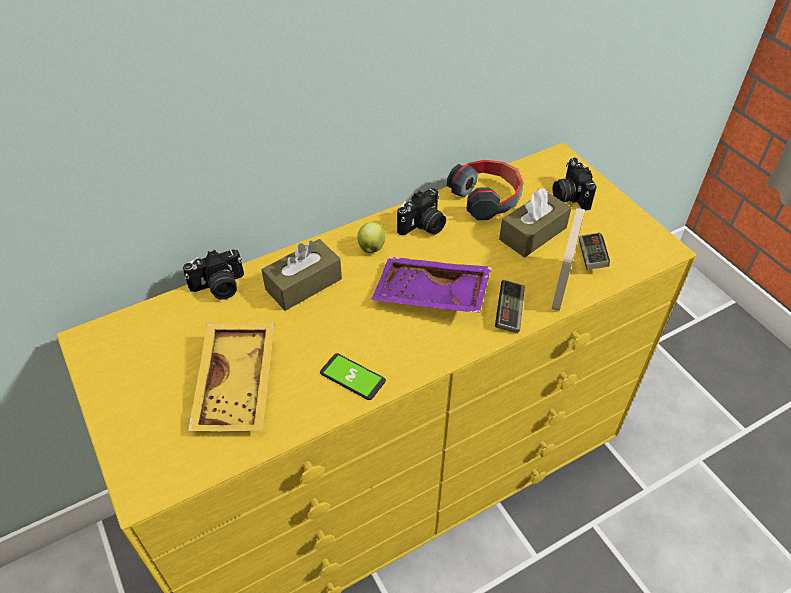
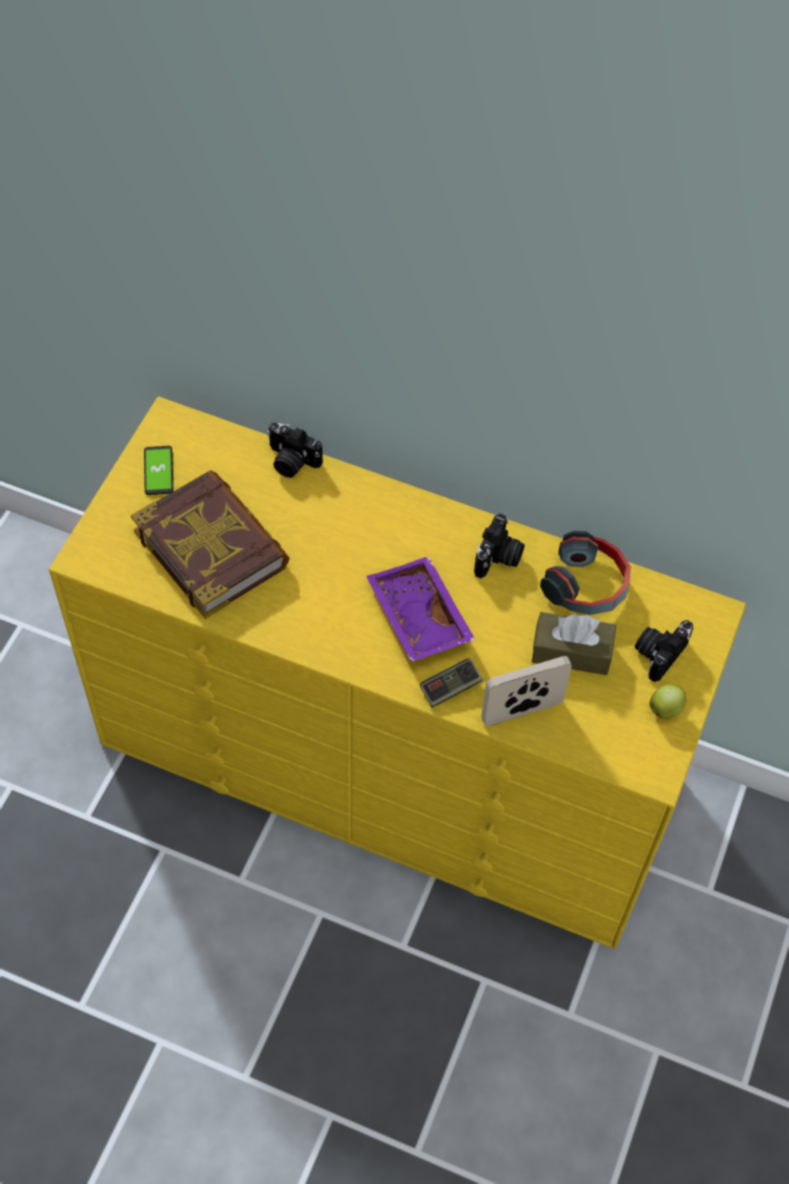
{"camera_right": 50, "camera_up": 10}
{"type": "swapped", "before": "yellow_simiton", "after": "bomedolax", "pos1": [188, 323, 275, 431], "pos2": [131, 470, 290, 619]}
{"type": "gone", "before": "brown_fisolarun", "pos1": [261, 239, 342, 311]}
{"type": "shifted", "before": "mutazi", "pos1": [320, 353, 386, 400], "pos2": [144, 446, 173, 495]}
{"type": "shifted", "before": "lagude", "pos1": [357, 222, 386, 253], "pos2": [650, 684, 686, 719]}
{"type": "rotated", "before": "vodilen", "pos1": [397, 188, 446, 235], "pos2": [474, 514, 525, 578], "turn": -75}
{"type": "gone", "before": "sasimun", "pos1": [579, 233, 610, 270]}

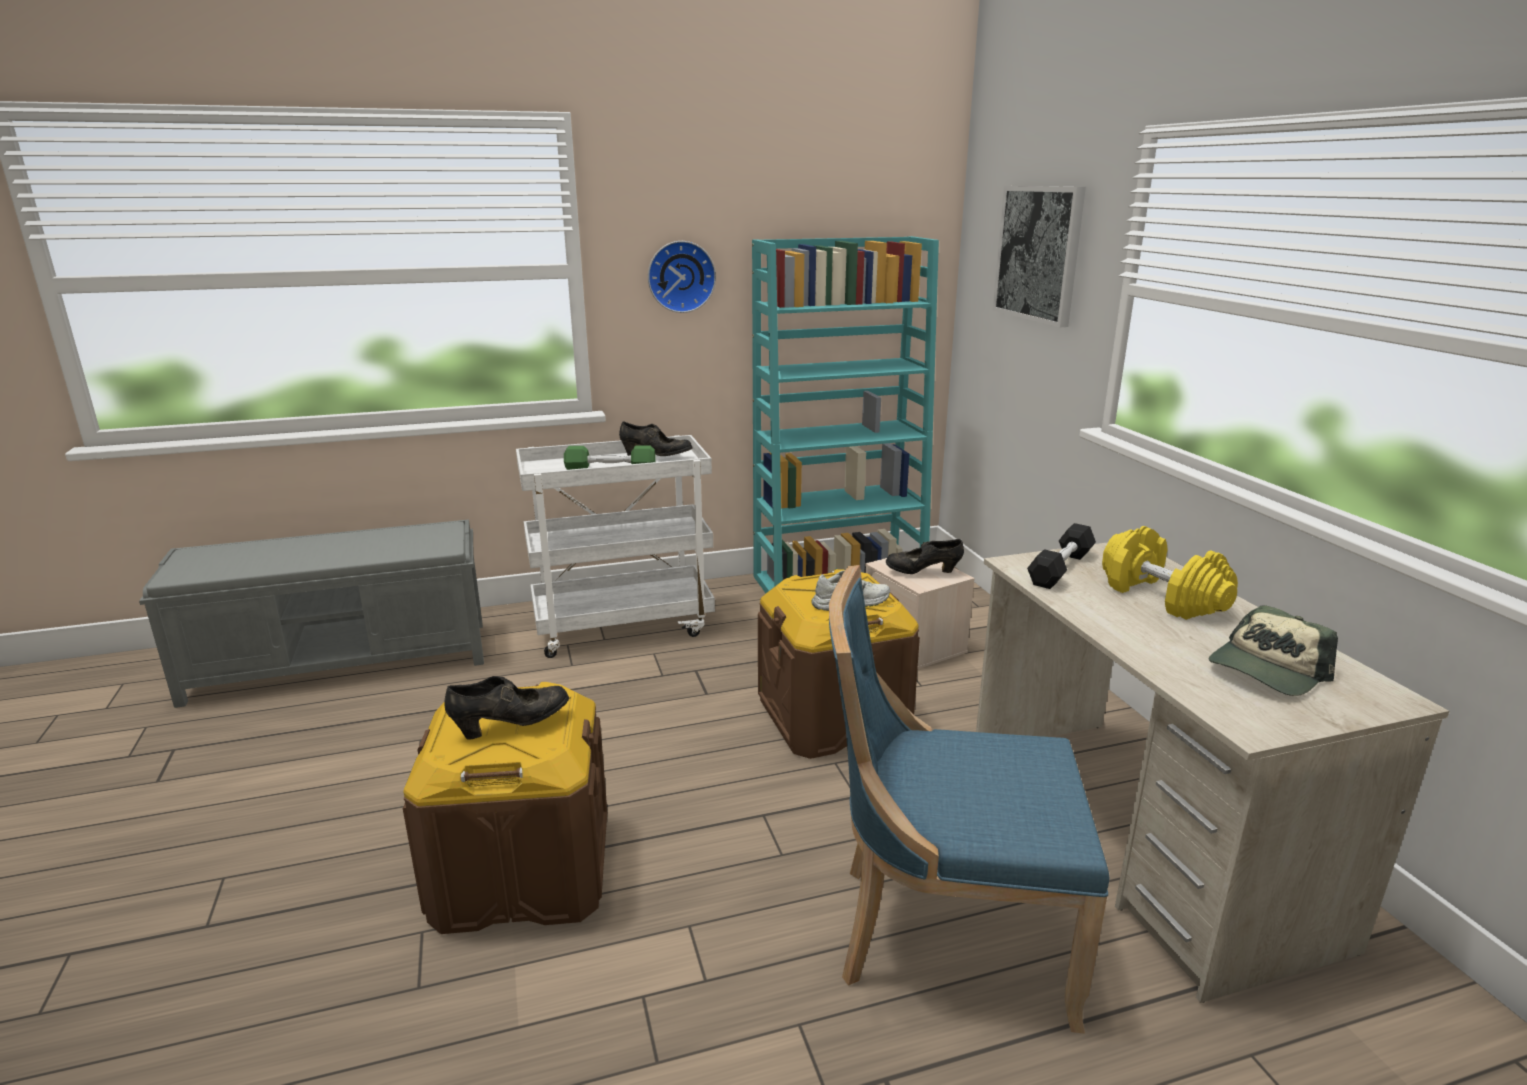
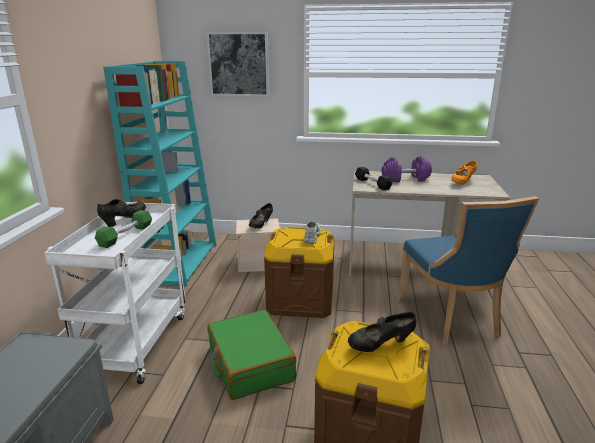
{"camera_right": -65, "camera_up": 0}
{"type": "rotated", "before": "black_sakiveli", "pos1": [444, 676, 569, 740], "pos2": [348, 312, 416, 352], "turn": -105}
{"type": "gone", "before": "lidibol", "pos1": [648, 241, 716, 313]}
{"type": "rotated", "before": "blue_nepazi", "pos1": [829, 565, 1109, 1034], "pos2": [398, 196, 539, 344], "turn": -45}
{"type": "repainted", "before": "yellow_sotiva", "after": "purple_sotiva", "pos1": [1102, 526, 1238, 620], "pos2": [382, 156, 432, 183]}
{"type": "swapped", "before": "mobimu", "after": "orange_sakiveli", "pos1": [1209, 605, 1338, 696], "pos2": [451, 161, 477, 184]}
{"type": "new", "after": "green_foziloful", "pos2": [207, 310, 296, 400]}

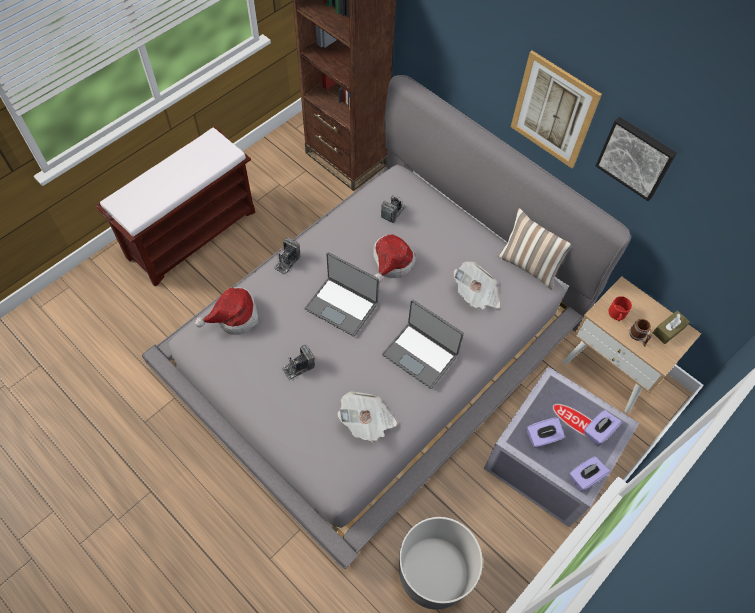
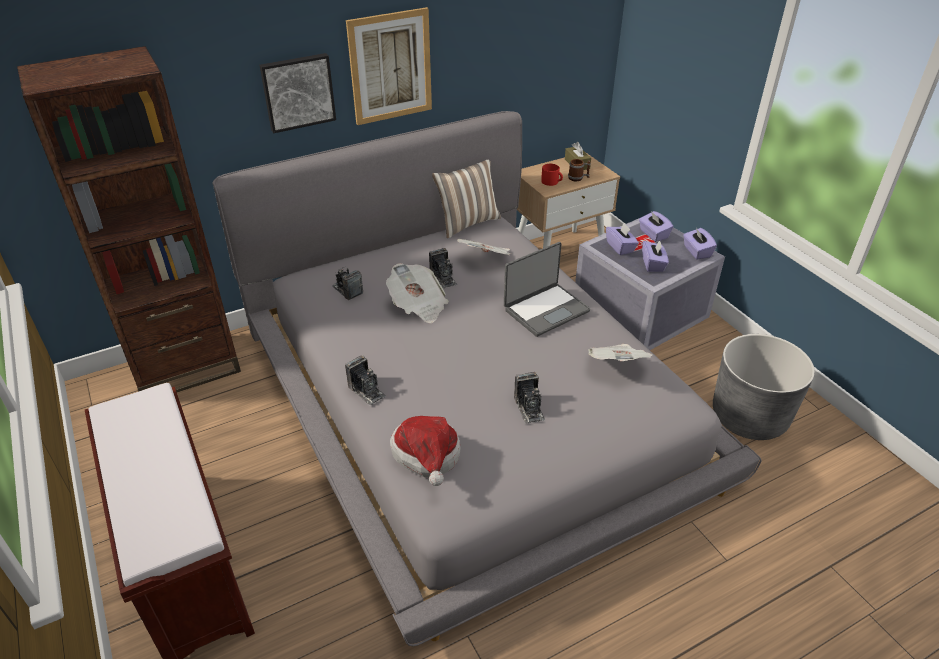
{"camera_right": -70, "camera_up": -20}
{"type": "gone", "before": "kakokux", "pos1": [304, 252, 379, 337]}
{"type": "swapped", "before": "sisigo", "after": "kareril", "pos1": [373, 235, 416, 283], "pos2": [386, 263, 449, 323]}
{"type": "shifted", "before": "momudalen", "pos1": [596, 117, 677, 201], "pos2": [260, 53, 336, 133]}
{"type": "new", "after": "vodilen", "pos2": [429, 248, 457, 288]}
{"type": "new", "after": "purple_fisolarun", "pos2": [606, 223, 639, 255]}

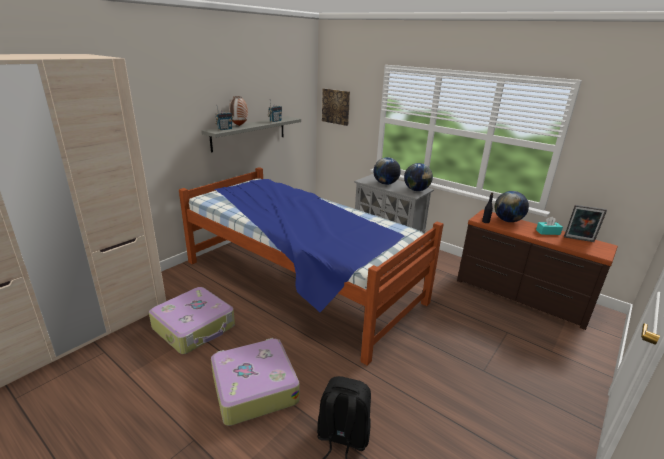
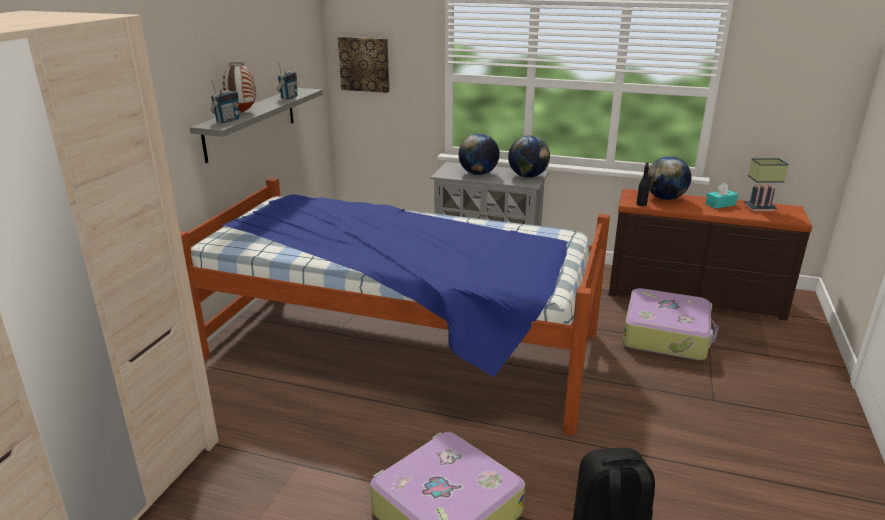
{"camera_right": -20, "camera_up": 0}
{"type": "shifted", "before": "foziloful", "pos1": [149, 287, 235, 354], "pos2": [623, 288, 719, 360]}
{"type": "swapped", "before": "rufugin", "after": "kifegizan", "pos1": [564, 205, 607, 242], "pos2": [744, 158, 789, 211]}

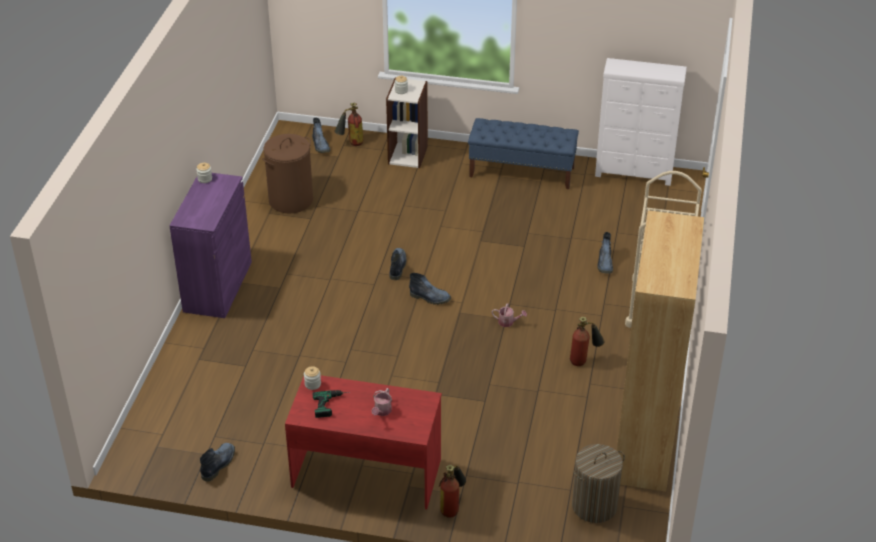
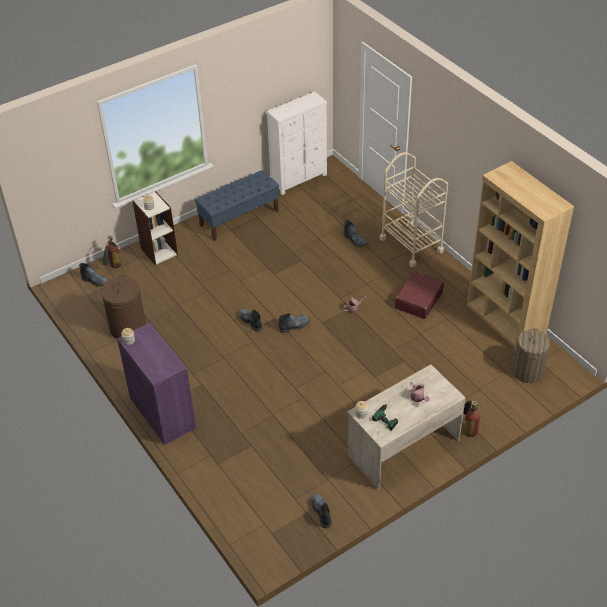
{"camera_right": -45, "camera_up": 5}
{"type": "repainted", "before": "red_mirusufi", "after": "beige_mirusufi", "pos1": [285, 376, 442, 509], "pos2": [347, 365, 466, 490]}
{"type": "swapped", "before": "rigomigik", "after": "red_foziloful", "pos1": [570, 317, 604, 366], "pos2": [395, 271, 444, 319]}

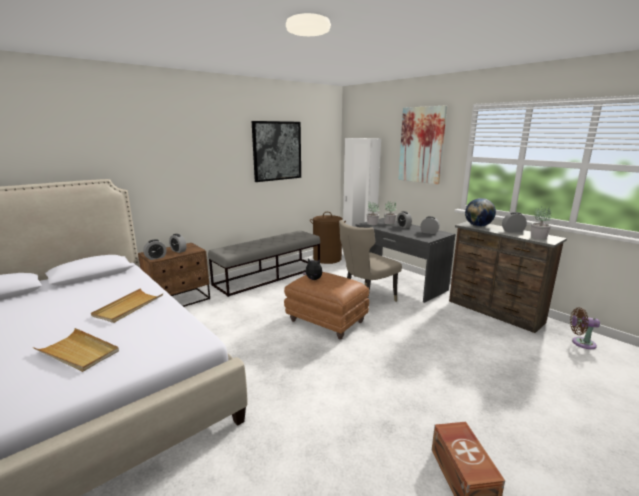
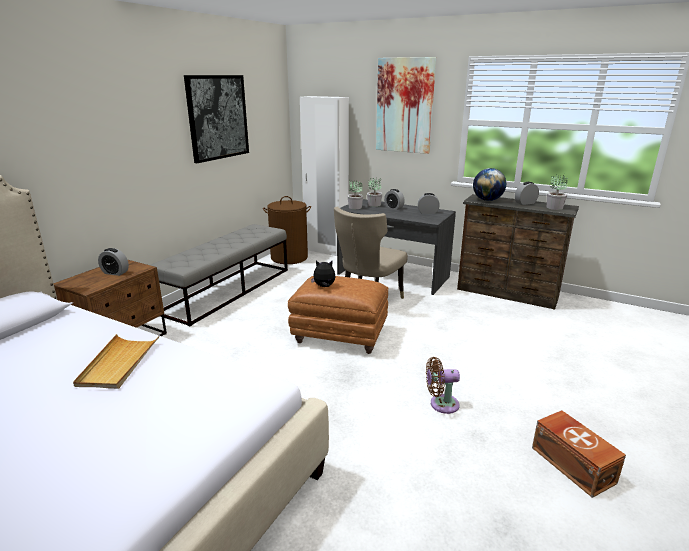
{"camera_right": -20, "camera_up": 5}
{"type": "gone", "before": "beige_simiton", "pos1": [33, 328, 119, 372]}
{"type": "gone", "before": "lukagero", "pos1": [143, 239, 166, 260]}
{"type": "shifted", "before": "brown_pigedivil", "pos1": [570, 307, 600, 349], "pos2": [426, 357, 460, 414]}

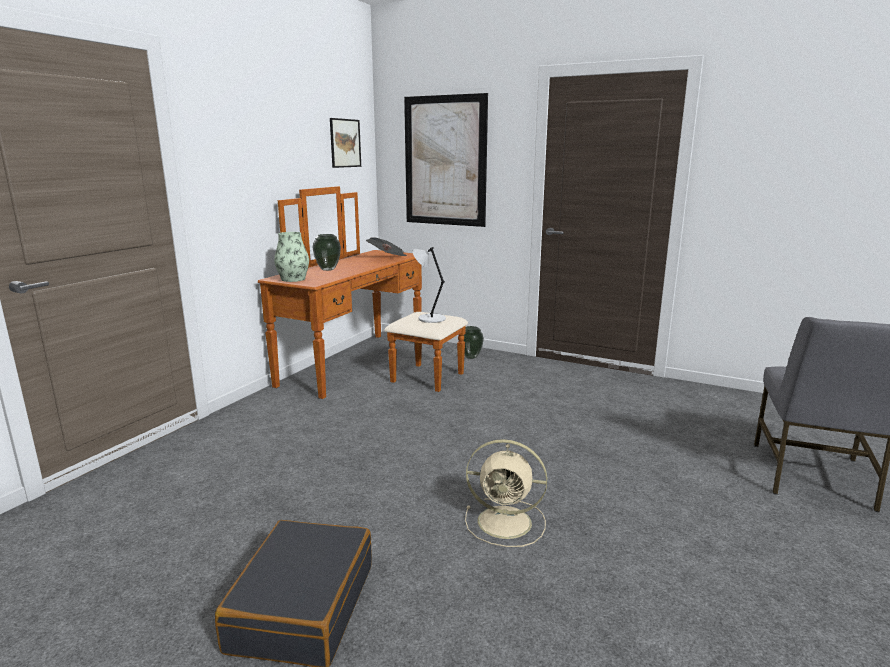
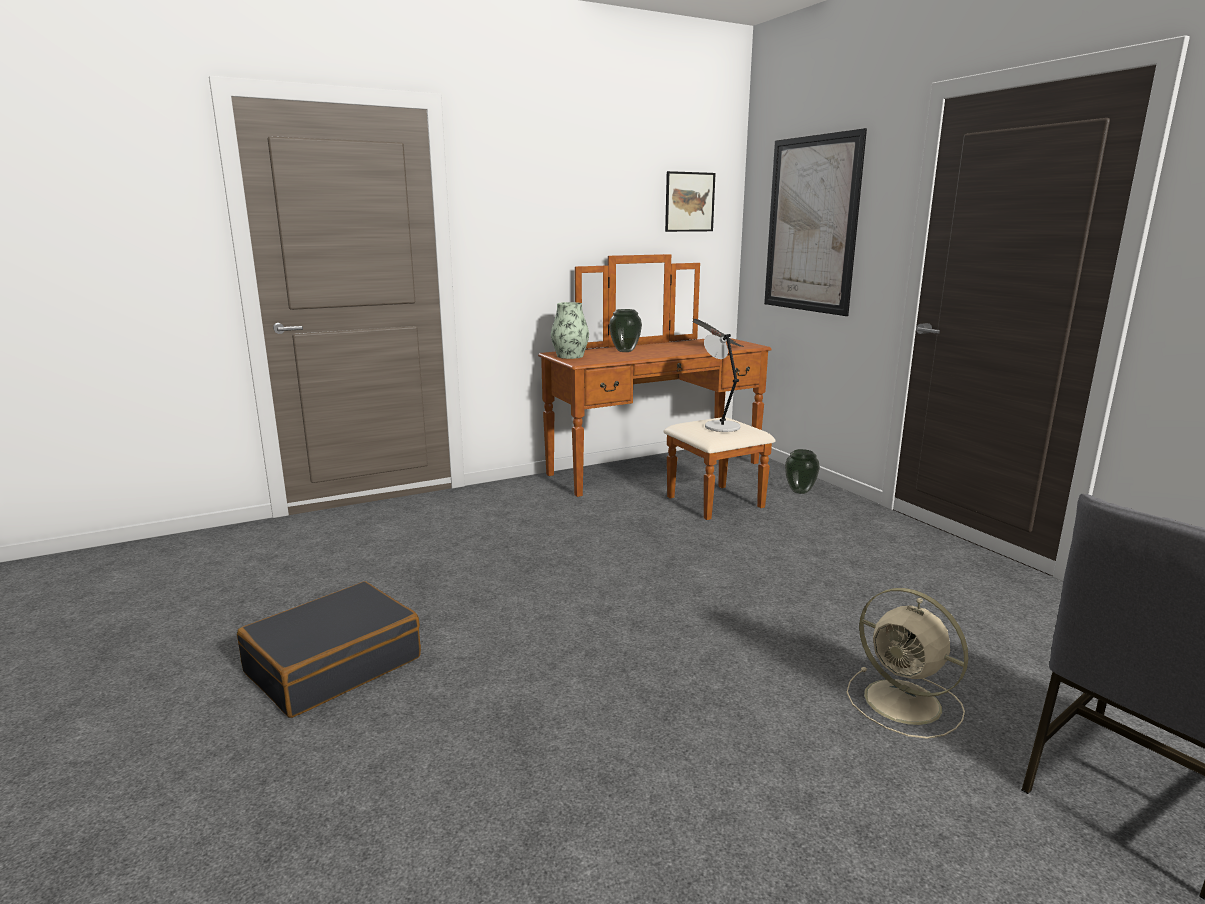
{"camera_right": 35, "camera_up": 0}
{"type": "shifted", "before": "beige_pigedivil", "pos1": [465, 439, 548, 547], "pos2": [846, 588, 969, 739]}

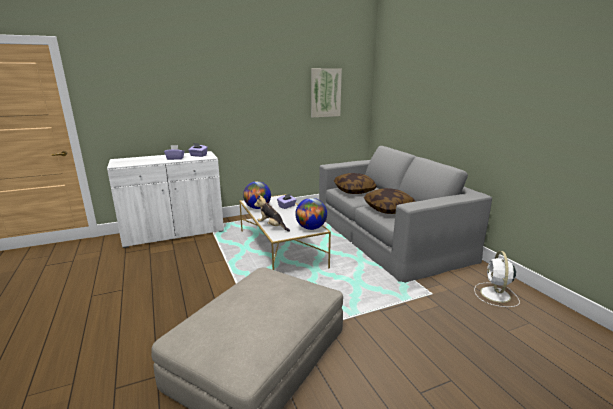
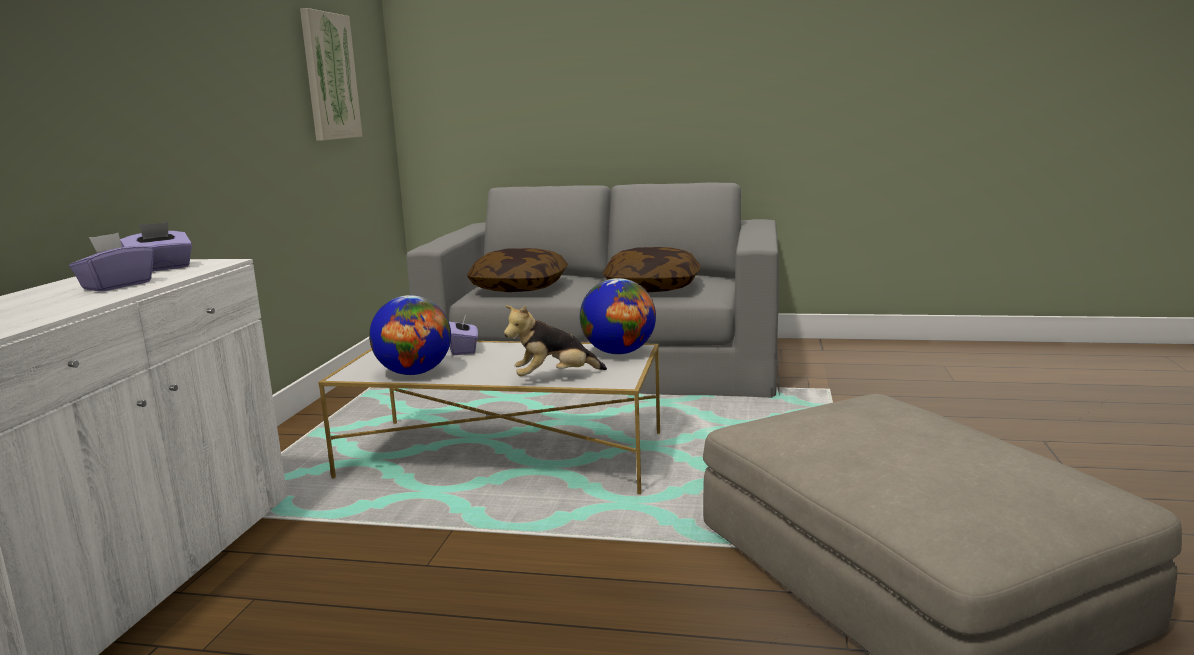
{"camera_right": -55, "camera_up": -5}
{"type": "gone", "before": "white_pigedivil", "pos1": [474, 251, 520, 307]}

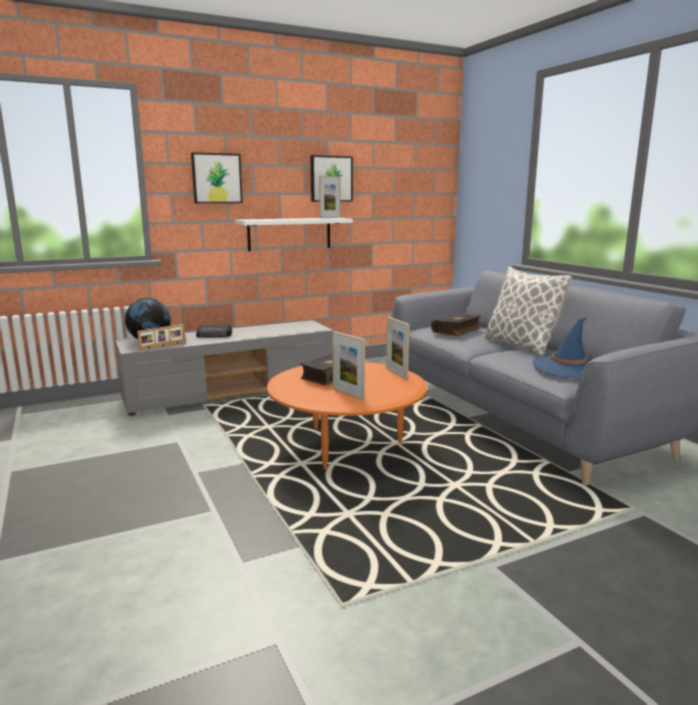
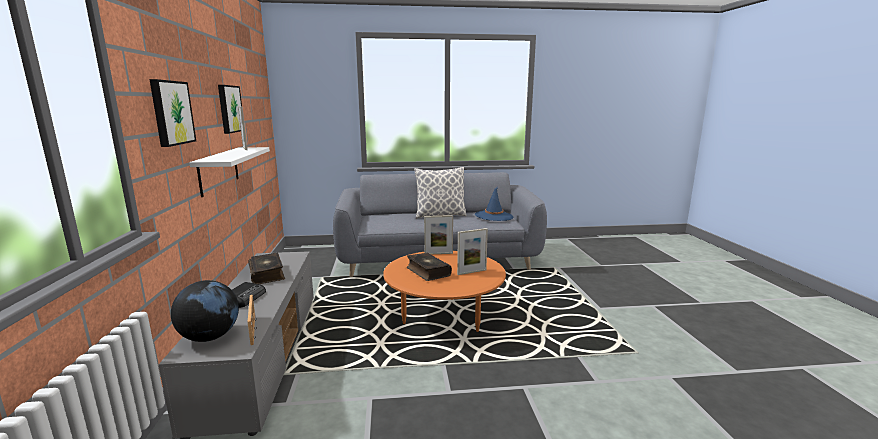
{"camera_right": -70, "camera_up": 0}
{"type": "shifted", "before": "bomedolax", "pos1": [431, 313, 481, 336], "pos2": [248, 253, 285, 284]}

